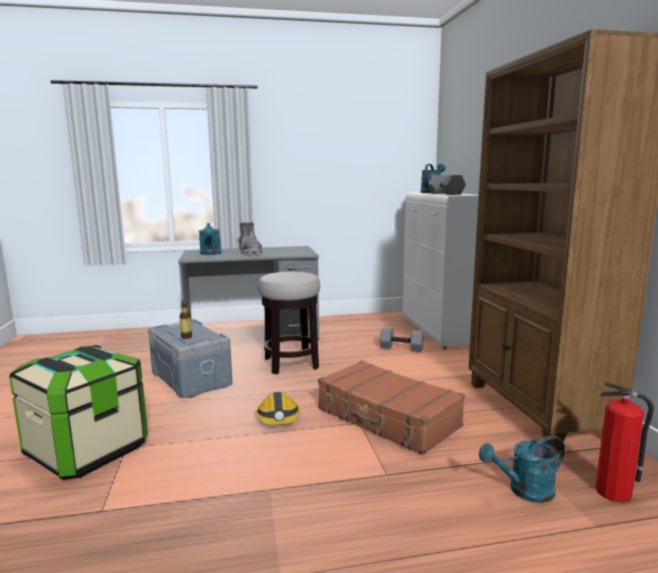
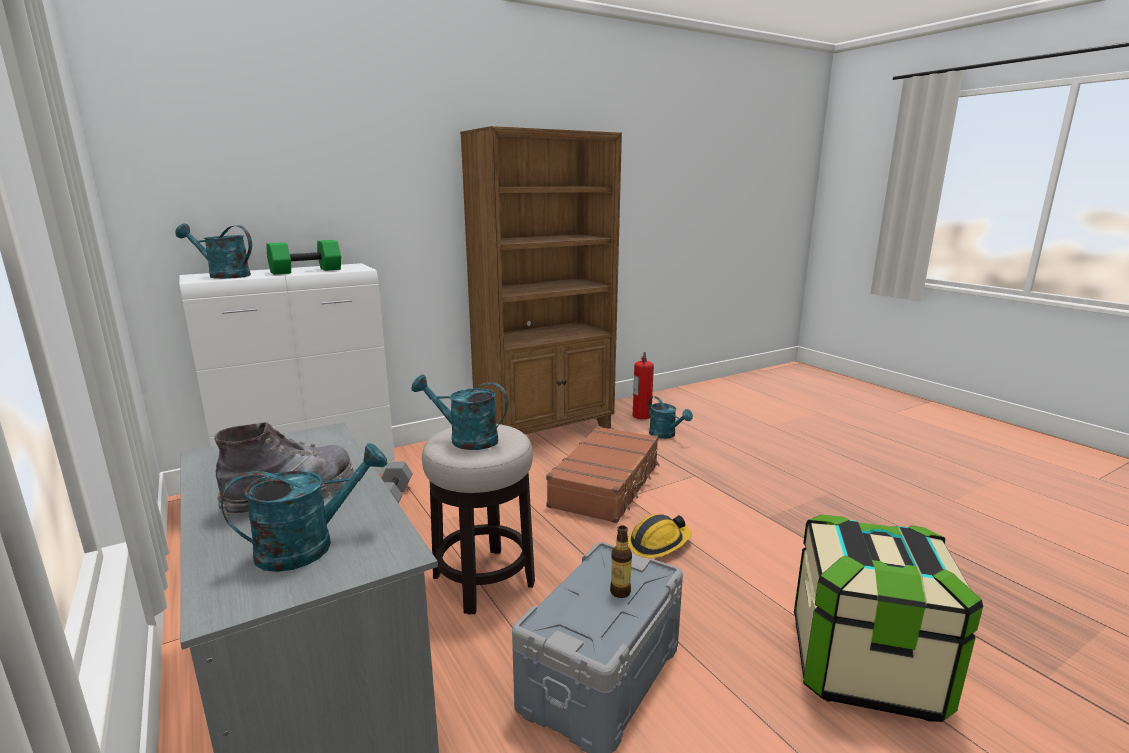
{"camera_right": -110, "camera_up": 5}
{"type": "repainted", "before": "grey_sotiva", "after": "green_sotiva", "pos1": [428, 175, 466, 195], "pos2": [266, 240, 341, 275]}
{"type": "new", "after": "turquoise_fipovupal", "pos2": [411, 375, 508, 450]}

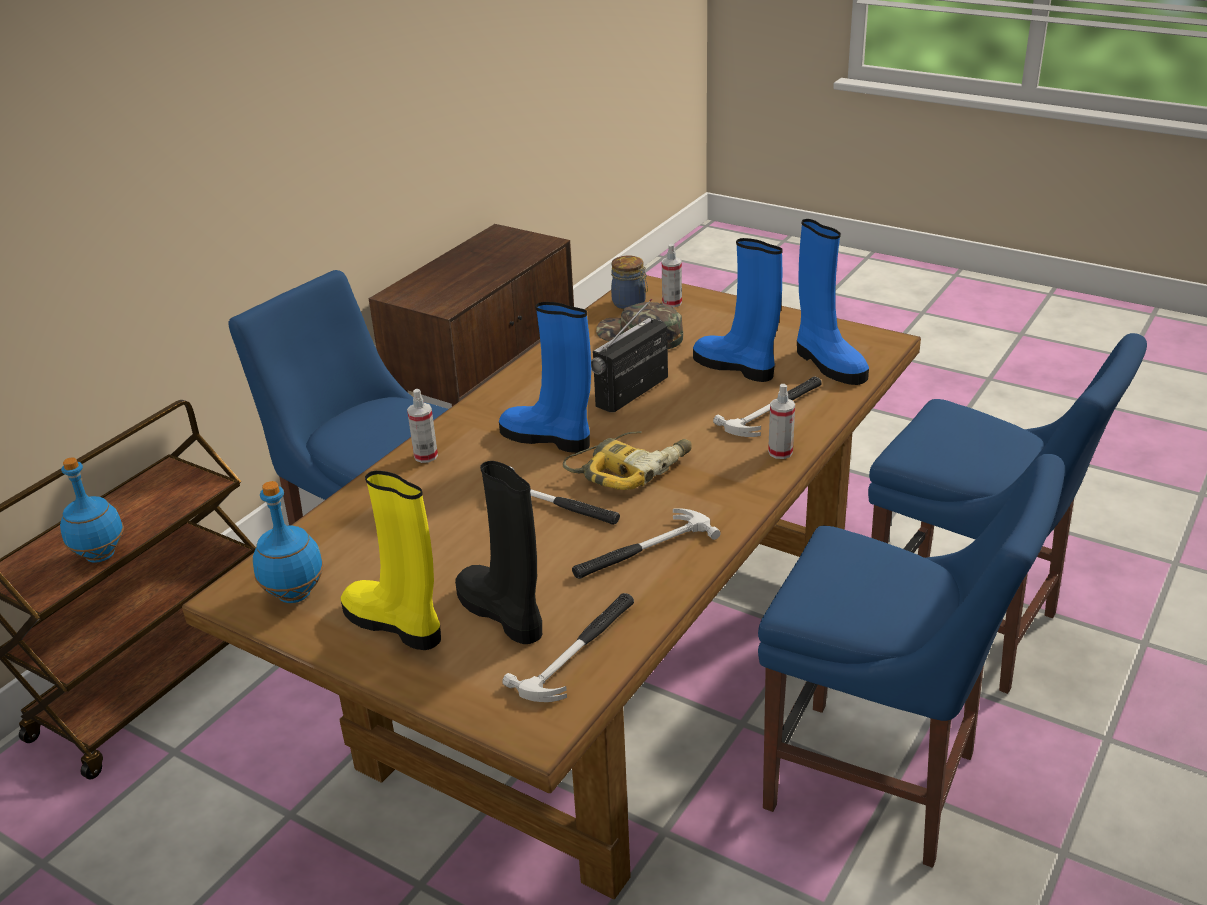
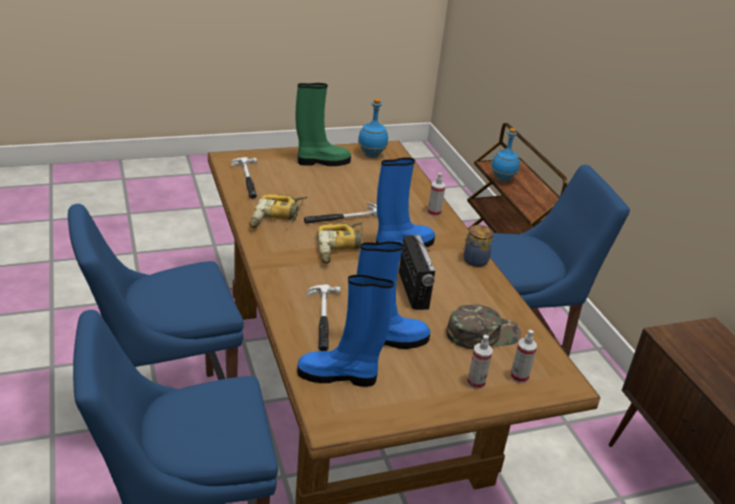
{"camera_right": 125, "camera_up": 0}
{"type": "repainted", "before": "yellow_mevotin", "after": "green_mevotin", "pos1": [341, 471, 441, 650], "pos2": [296, 83, 351, 166]}
{"type": "gone", "before": "black_mevotin", "pos1": [455, 461, 542, 644]}
{"type": "swapped", "before": "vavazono", "after": "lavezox", "pos1": [572, 509, 721, 579], "pos2": [249, 194, 307, 228]}
{"type": "shifted", "before": "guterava", "pos1": [611, 256, 648, 309], "pos2": [463, 225, 494, 267]}
{"type": "shifted", "before": "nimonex", "pos1": [768, 384, 795, 459], "pos2": [467, 335, 493, 389]}

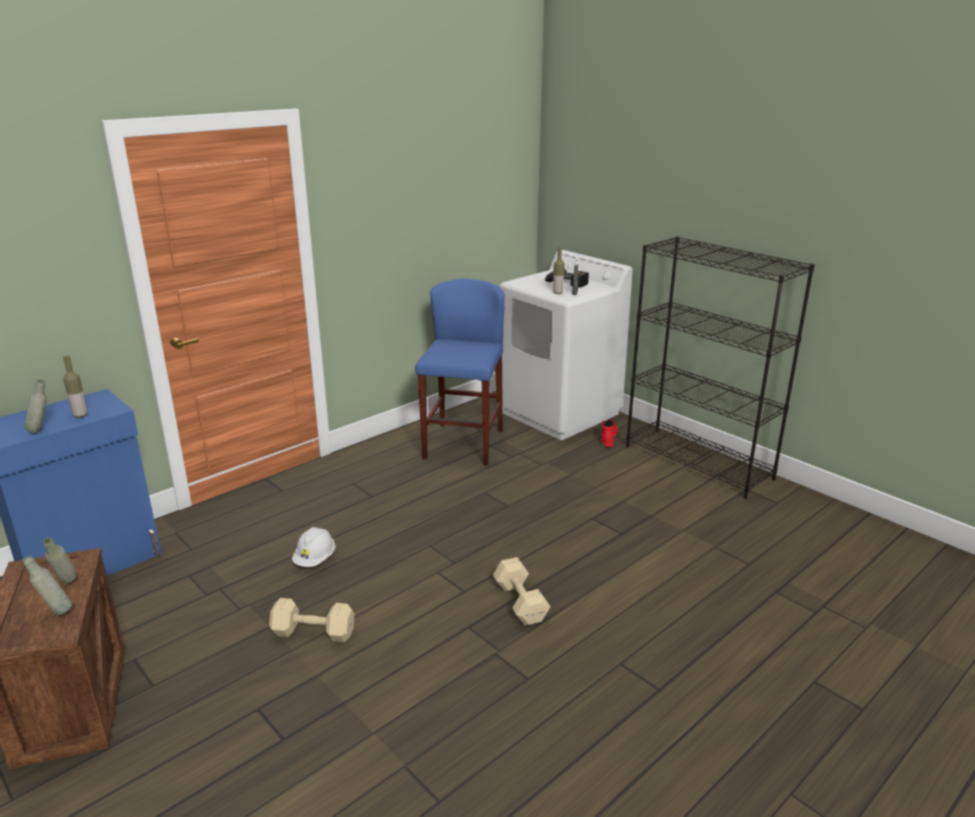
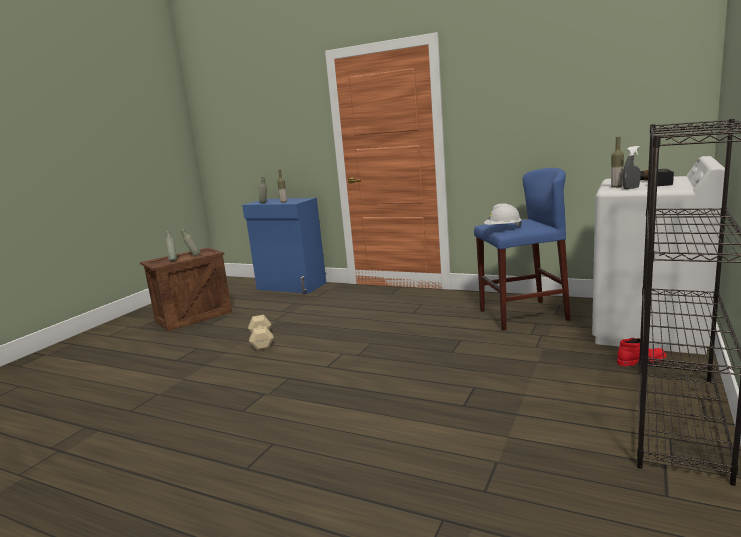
{"camera_right": 70, "camera_up": -10}
{"type": "shifted", "before": "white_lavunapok", "pos1": [292, 527, 335, 567], "pos2": [484, 204, 522, 227]}
{"type": "gone", "before": "beige_sotiva", "pos1": [493, 557, 551, 626]}

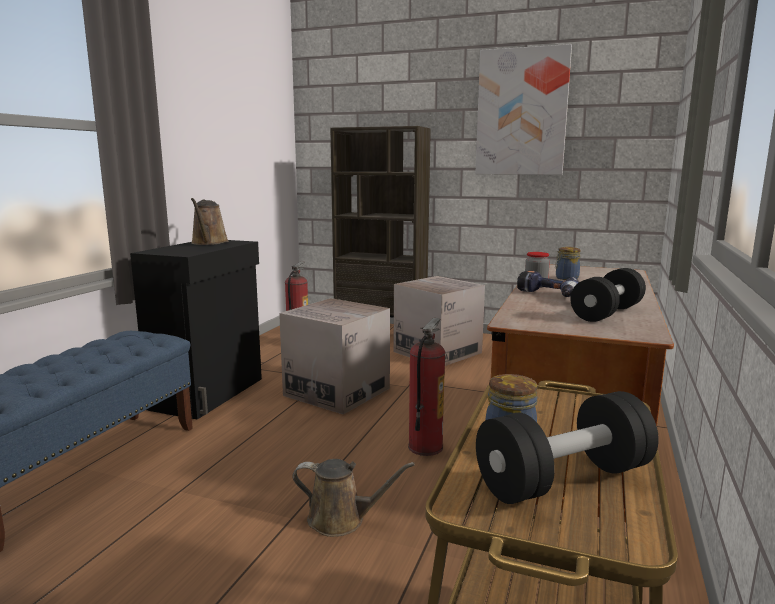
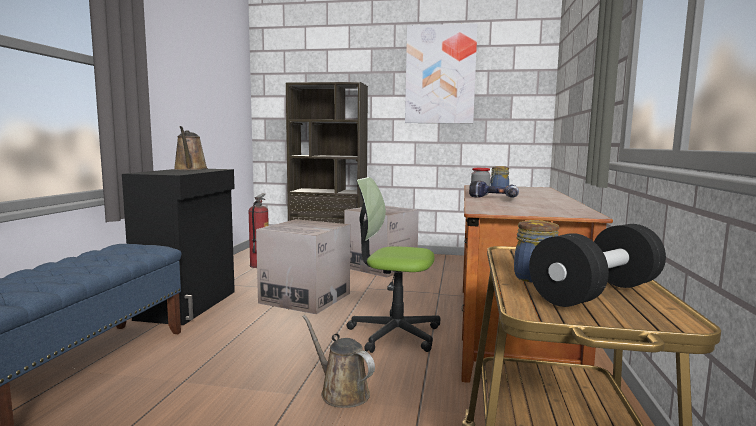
{"camera_right": -10, "camera_up": -5}
{"type": "rotated", "before": "brown_fipovupal", "pos1": [292, 459, 415, 537], "pos2": [302, 315, 375, 408], "turn": -135}
{"type": "swapped", "before": "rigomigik", "after": "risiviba", "pos1": [408, 318, 445, 456], "pos2": [347, 177, 440, 353]}
{"type": "gone", "before": "black_sotiva", "pos1": [570, 268, 646, 322]}

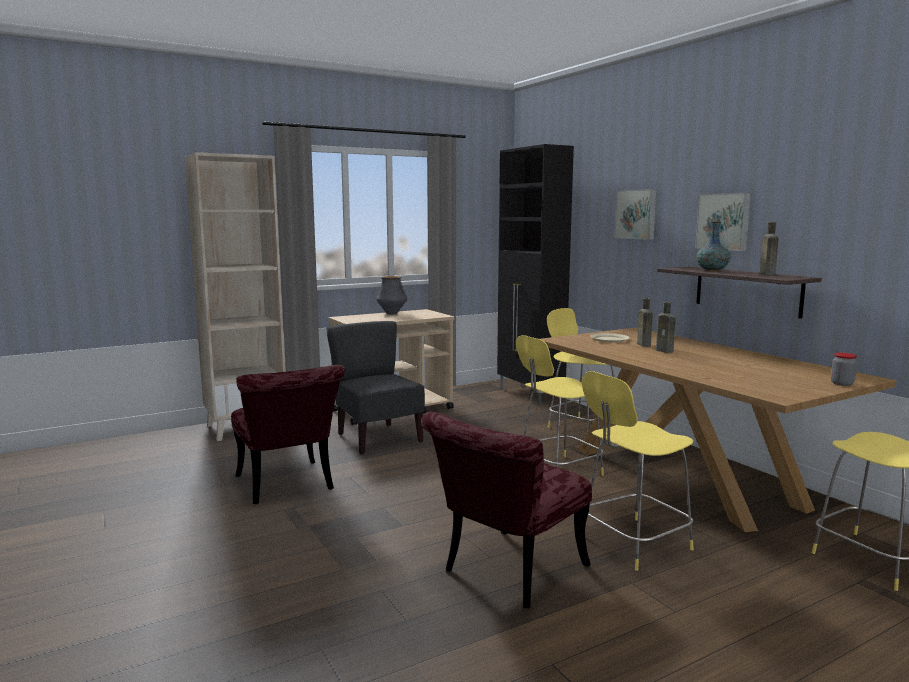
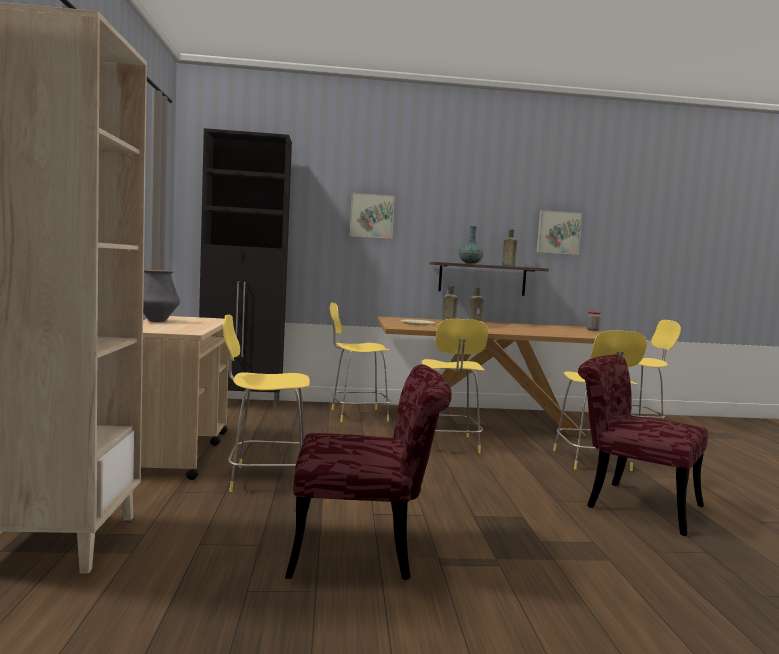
{"camera_right": -65, "camera_up": -5}
{"type": "swapped", "before": "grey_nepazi", "after": "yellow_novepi", "pos1": [326, 321, 425, 455], "pos2": [223, 315, 310, 492]}
{"type": "rotated", "before": "red_nepazi", "pos1": [421, 412, 592, 608], "pos2": [578, 354, 708, 536], "turn": 150}
{"type": "shifted", "before": "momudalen", "pos1": [695, 193, 751, 251], "pos2": [537, 210, 582, 255]}

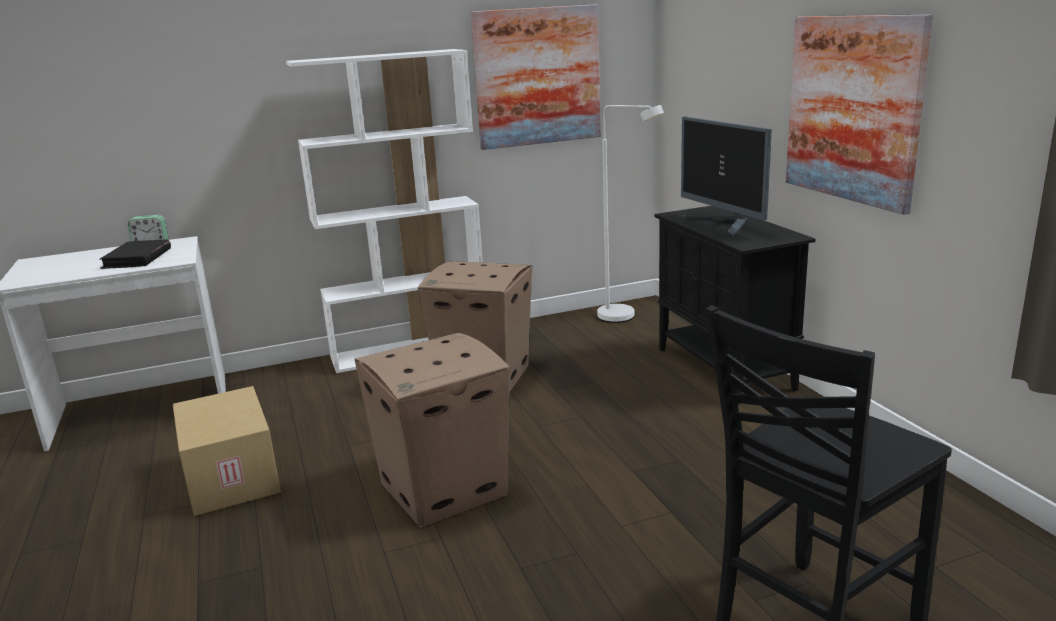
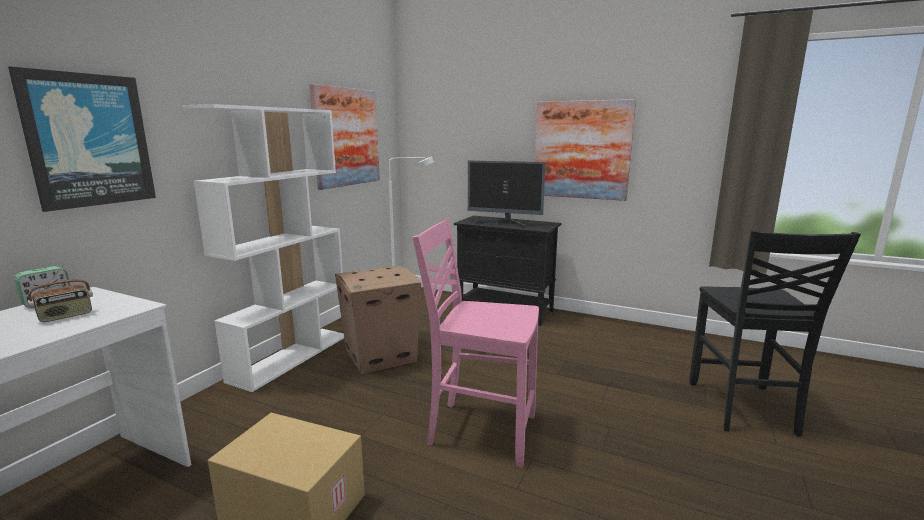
{"camera_right": -45, "camera_up": -5}
{"type": "swapped", "before": "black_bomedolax", "after": "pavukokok", "pos1": [99, 239, 171, 269], "pos2": [28, 265, 93, 322]}
{"type": "swapped", "before": "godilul", "after": "pink_nepazi", "pos1": [354, 333, 510, 528], "pos2": [413, 218, 539, 467]}
{"type": "new", "after": "momudalen", "pos2": [8, 66, 156, 212]}

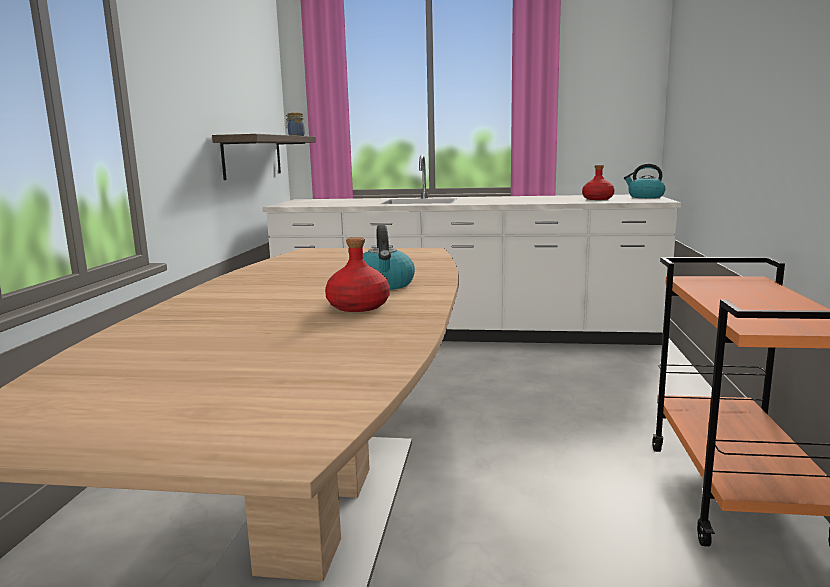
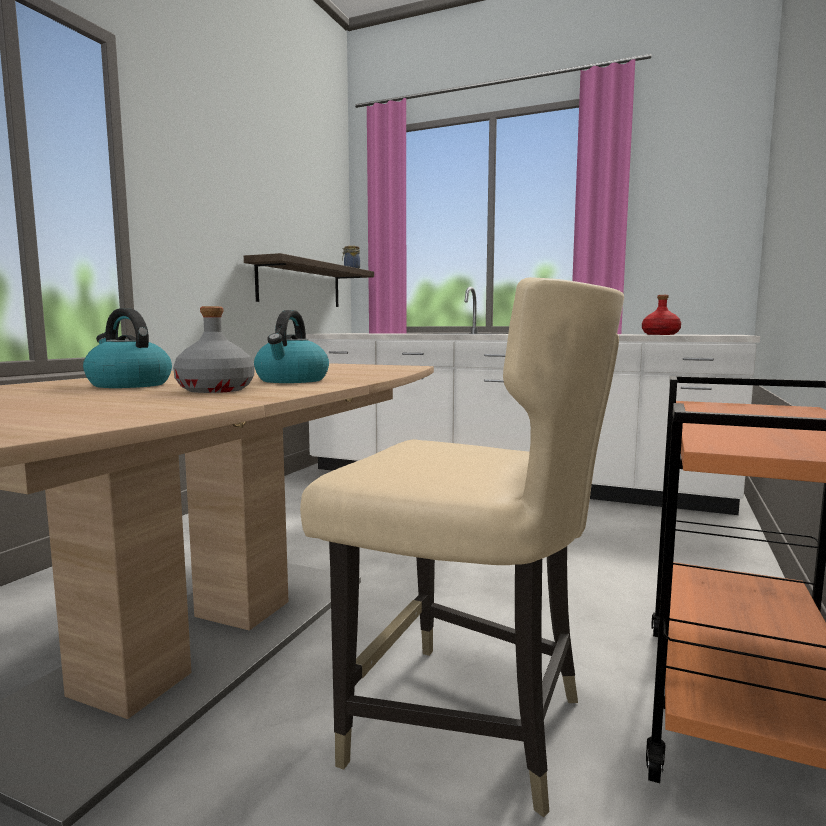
{"camera_right": 15, "camera_up": -5}
{"type": "repainted", "before": "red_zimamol", "after": "grey_zimamol", "pos1": [325, 237, 390, 312], "pos2": [173, 306, 254, 393]}
{"type": "shifted", "before": "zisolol", "pos1": [624, 164, 665, 198], "pos2": [83, 308, 172, 388]}
{"type": "new", "after": "beige_nepazi", "pos2": [300, 277, 624, 817]}

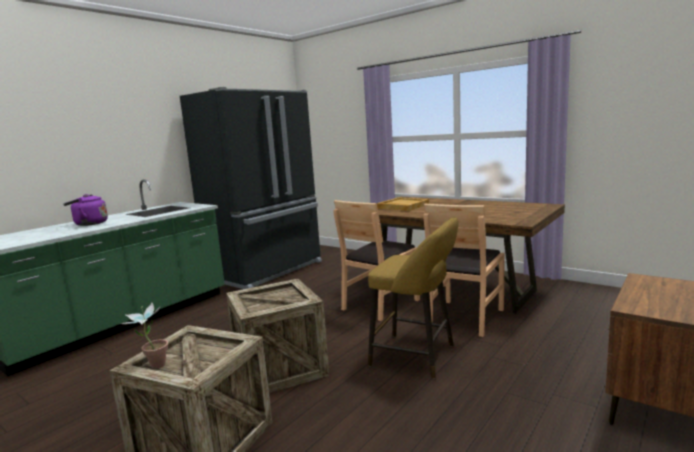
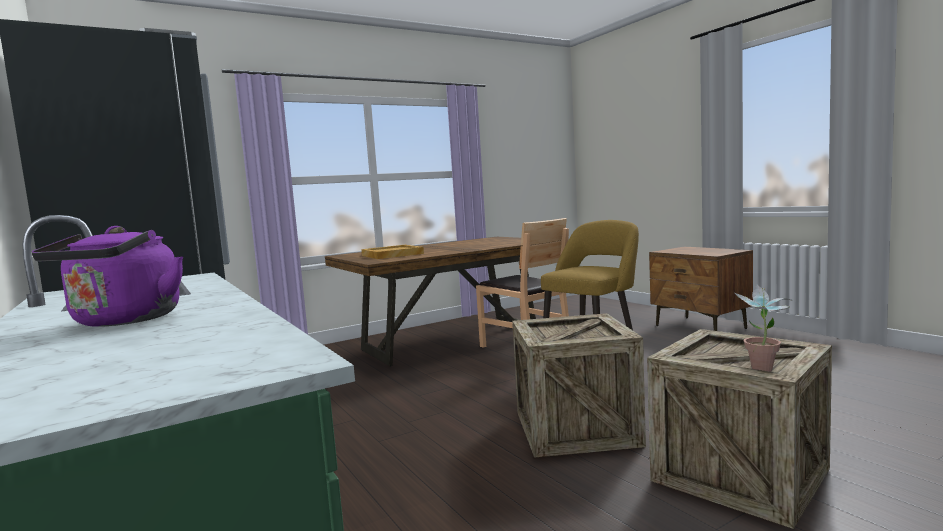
{"camera_right": -70, "camera_up": -5}
{"type": "gone", "before": "brown_nepazi", "pos1": [333, 200, 420, 321]}

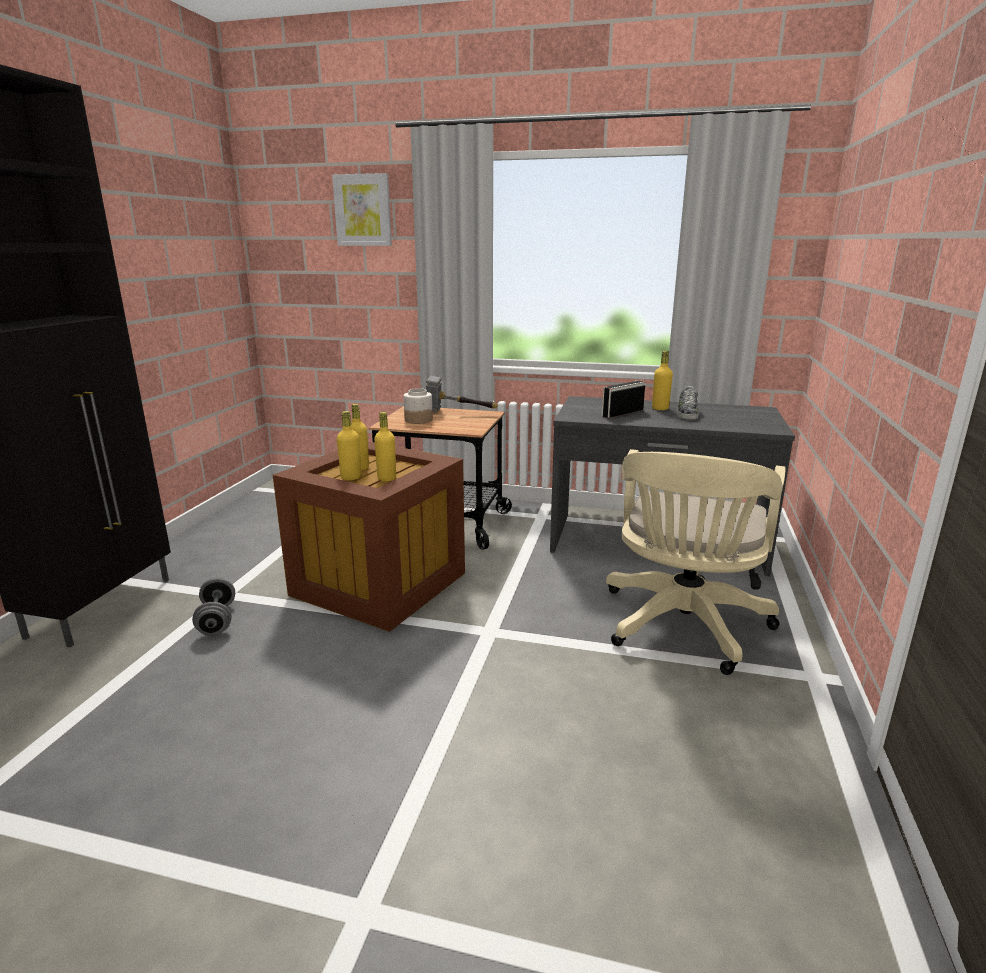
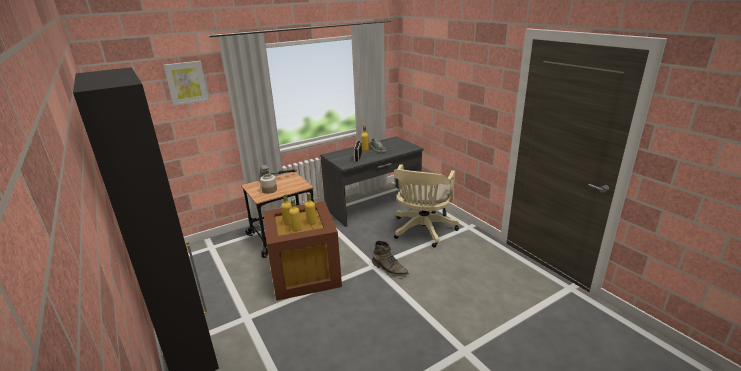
{"camera_right": -45, "camera_up": 5}
{"type": "gone", "before": "grey_sotiva", "pos1": [192, 578, 235, 636]}
{"type": "rotated", "before": "beige_risiviba", "pos1": [606, 449, 785, 675], "pos2": [394, 164, 459, 248], "turn": 45}
{"type": "new", "after": "green_mevotin", "pos2": [372, 241, 409, 276]}

